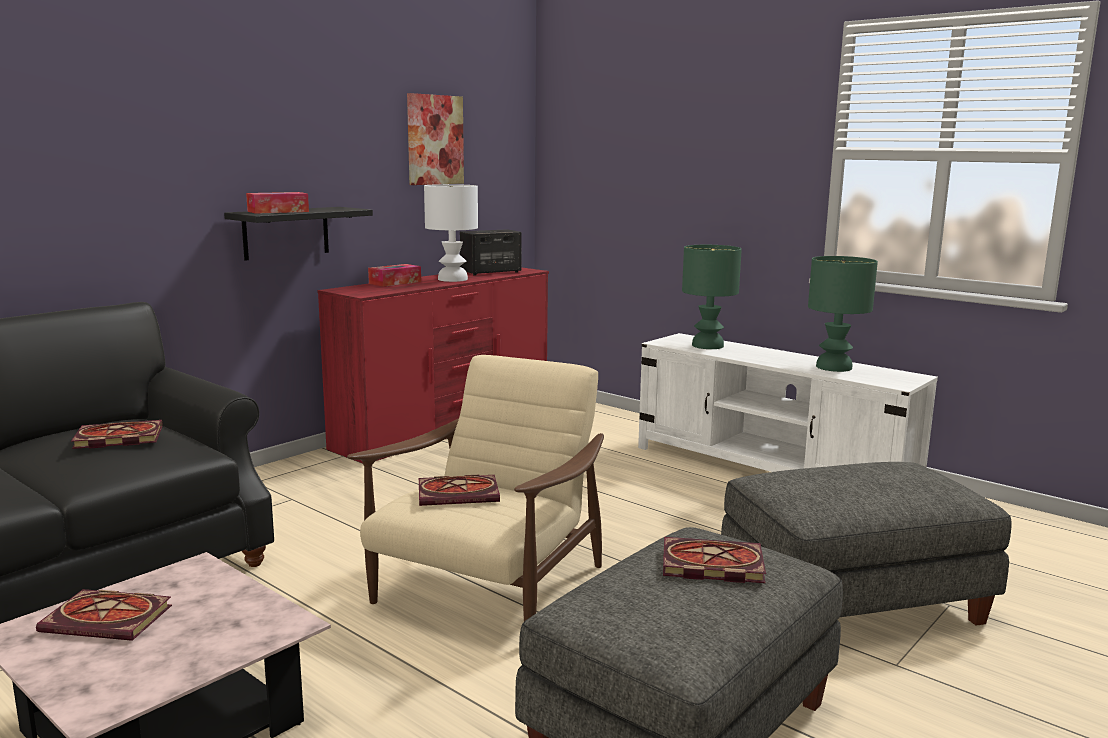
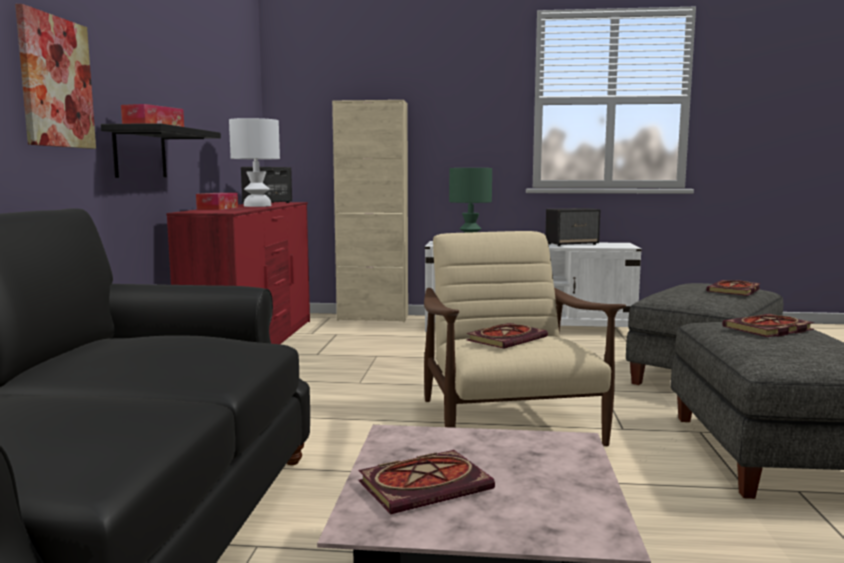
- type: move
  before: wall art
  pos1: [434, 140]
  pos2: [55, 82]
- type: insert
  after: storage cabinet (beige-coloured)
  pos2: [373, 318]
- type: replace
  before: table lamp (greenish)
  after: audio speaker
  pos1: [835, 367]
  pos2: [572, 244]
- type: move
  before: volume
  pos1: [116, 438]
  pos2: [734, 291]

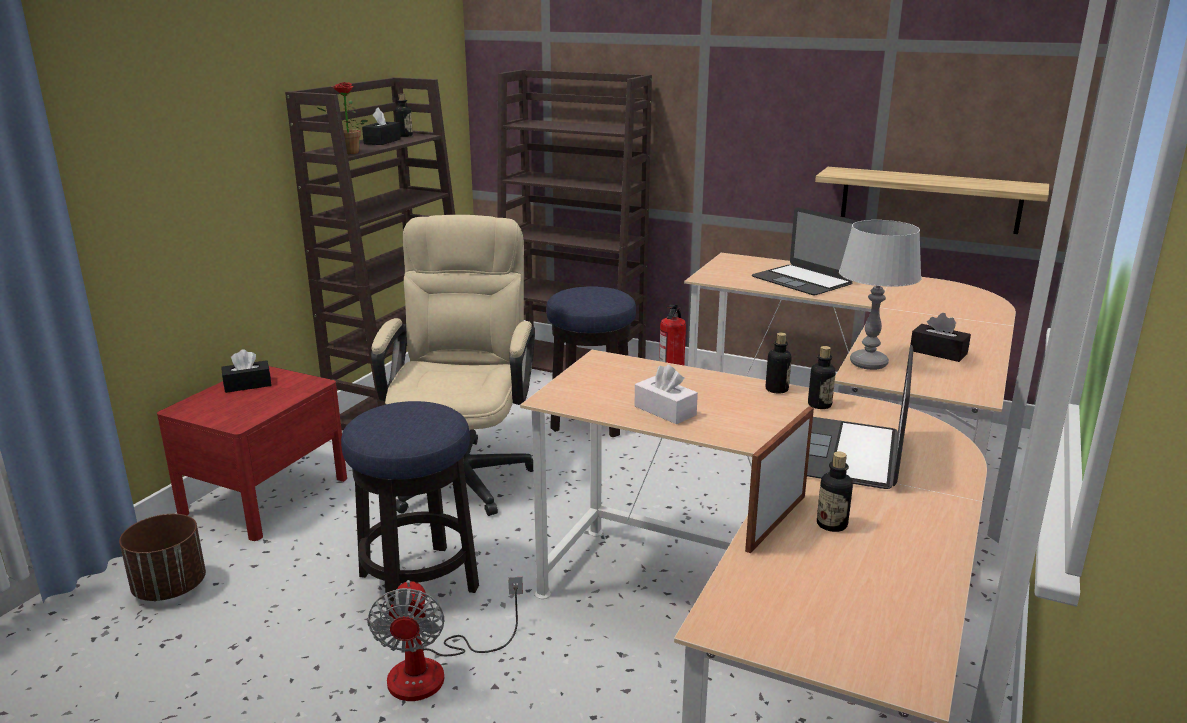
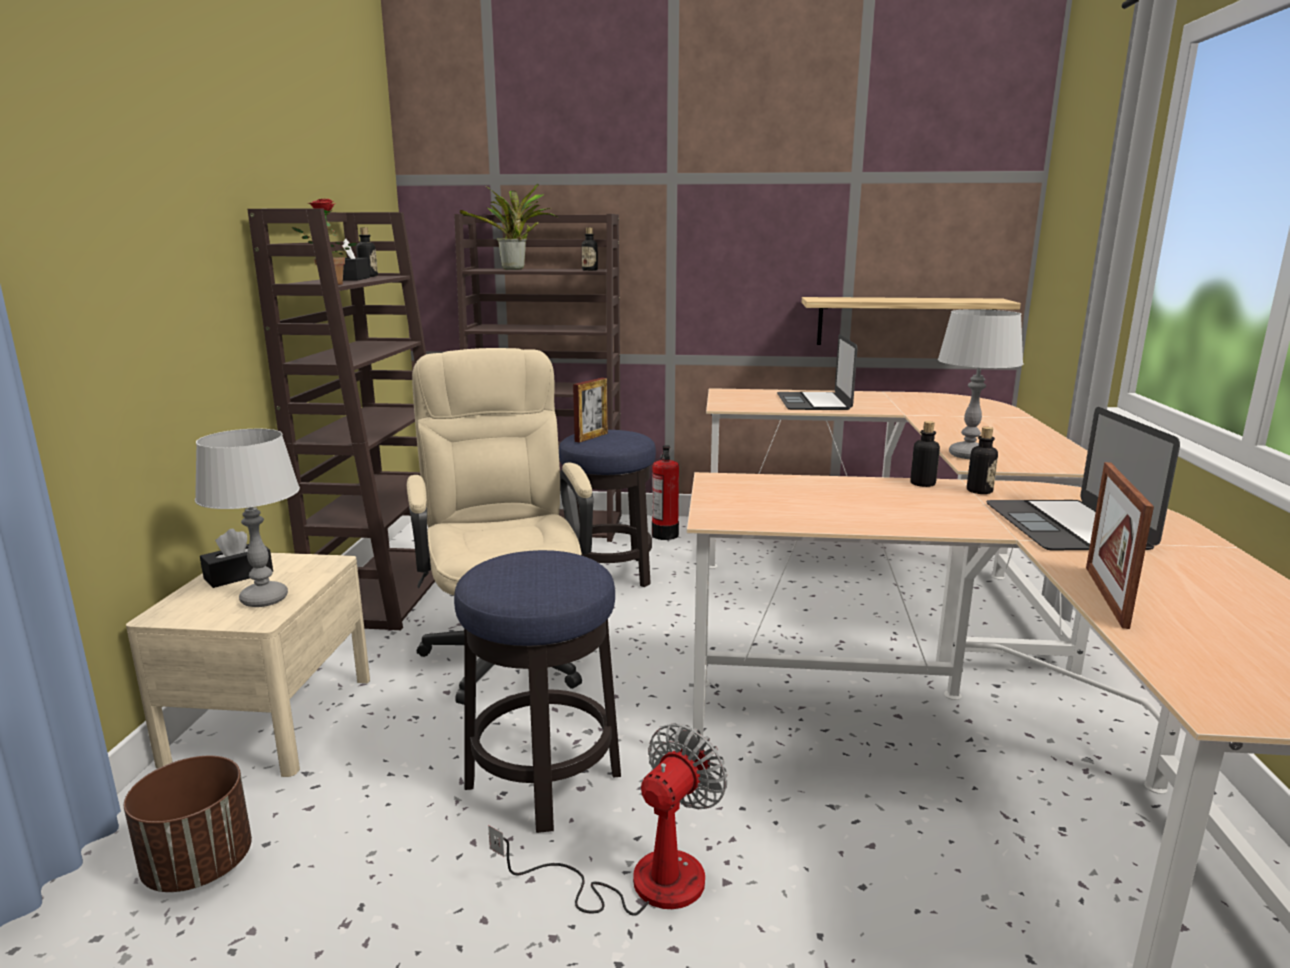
- type: recolor
  before: nightstand (red)
  after: nightstand (beige-coloured)
  pos1: [265, 496]
  pos2: [272, 719]
- type: insert
  after: table lamp (greyish)
  pos2: [265, 599]
- type: insert
  after: houseplant
  pos2: [515, 269]
- type: rotate
  before: cooling fan
  pos1: [435, 670]
  pos2: [640, 881]
  turn: -120
- type: insert
  after: picture frame
  pos2: [591, 437]
- type: move
  before: beverage bottle
  pos1: [831, 524]
  pos2: [590, 270]
- type: rotate
  before: laptop
  pos1: [802, 280]
  pos2: [813, 402]
  turn: 60
- type: delete
  before: tissue box (white)
  pos1: [665, 410]
- type: delete
  before: tissue box (blackish)
  pos1: [938, 352]

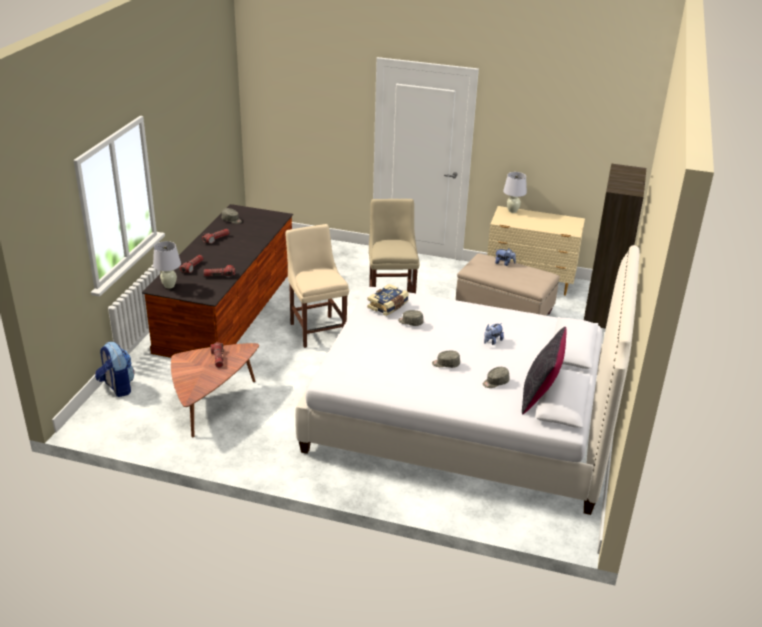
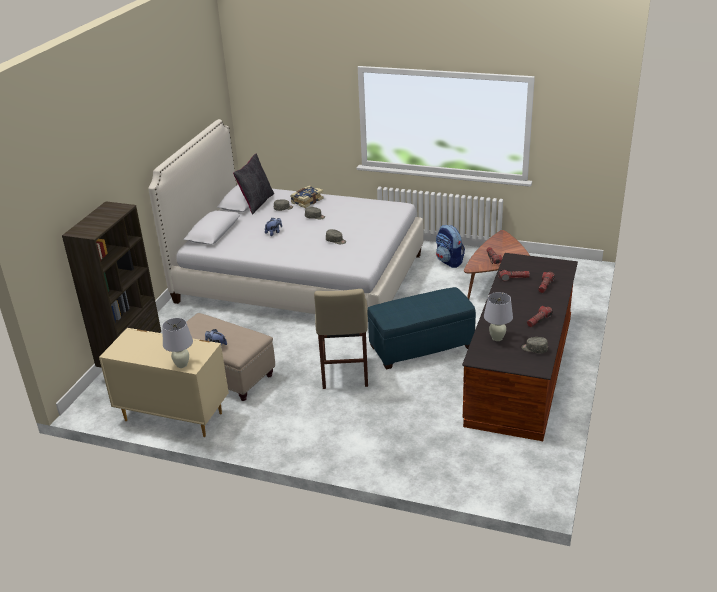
- type: move
  before: volume
  pos1: [388, 306]
  pos2: [306, 201]
- type: replace
  before: plain chair (beige-coloured)
  after: footrest (bluish)
  pos1: [317, 329]
  pos2: [421, 347]
- type: move
  before: rucksack
  pos1: [117, 387]
  pos2: [449, 261]
- type: move
  before: table lamp (white)
  pos1: [169, 286]
  pos2: [497, 338]

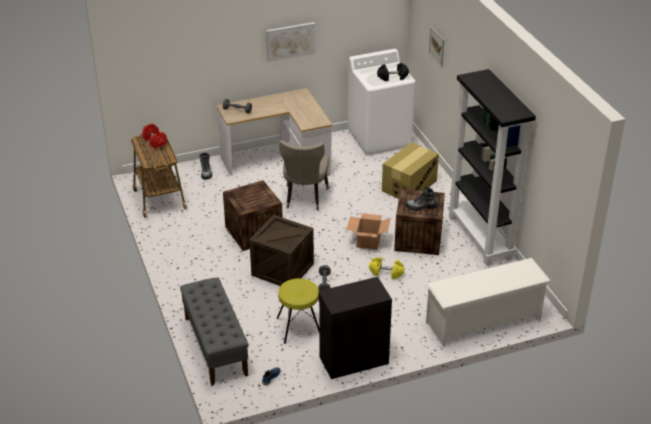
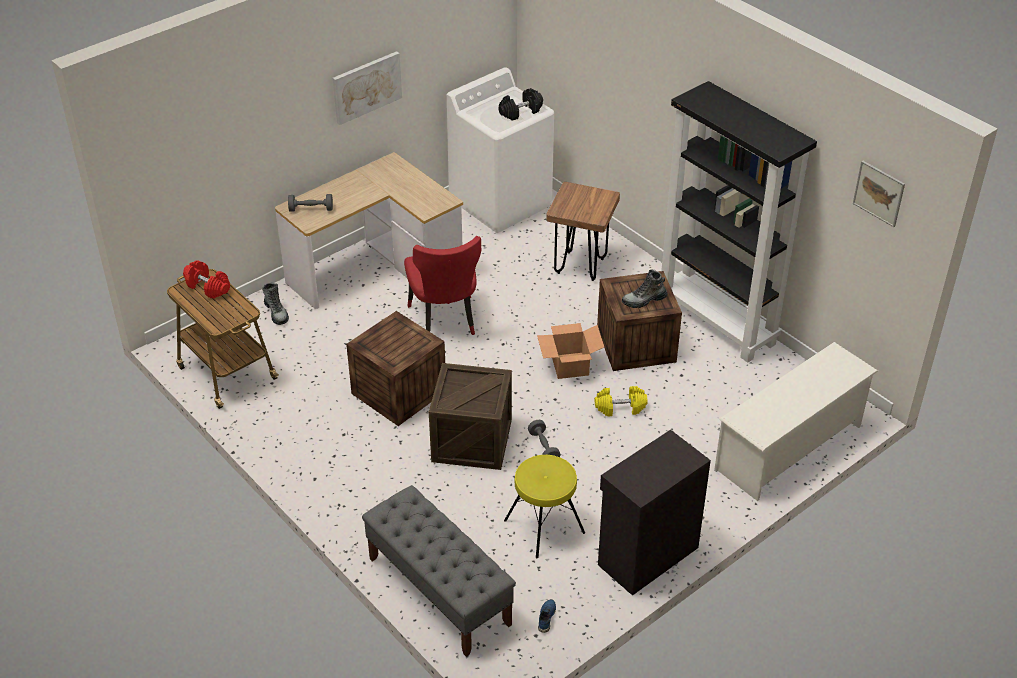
- type: recolor
  before: plain chair (beige-coloured)
  after: plain chair (red)
  pos1: [304, 199]
  pos2: [445, 321]
- type: replace
  before: packing box
  after: stool (brown)
  pos1: [409, 185]
  pos2: [580, 266]
- type: move
  before: wall art
  pos1: [437, 46]
  pos2: [879, 193]

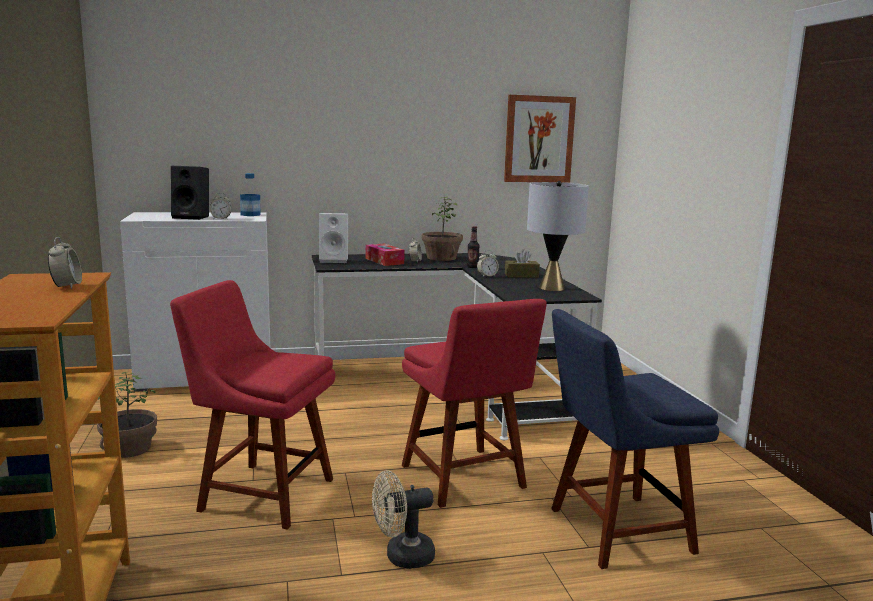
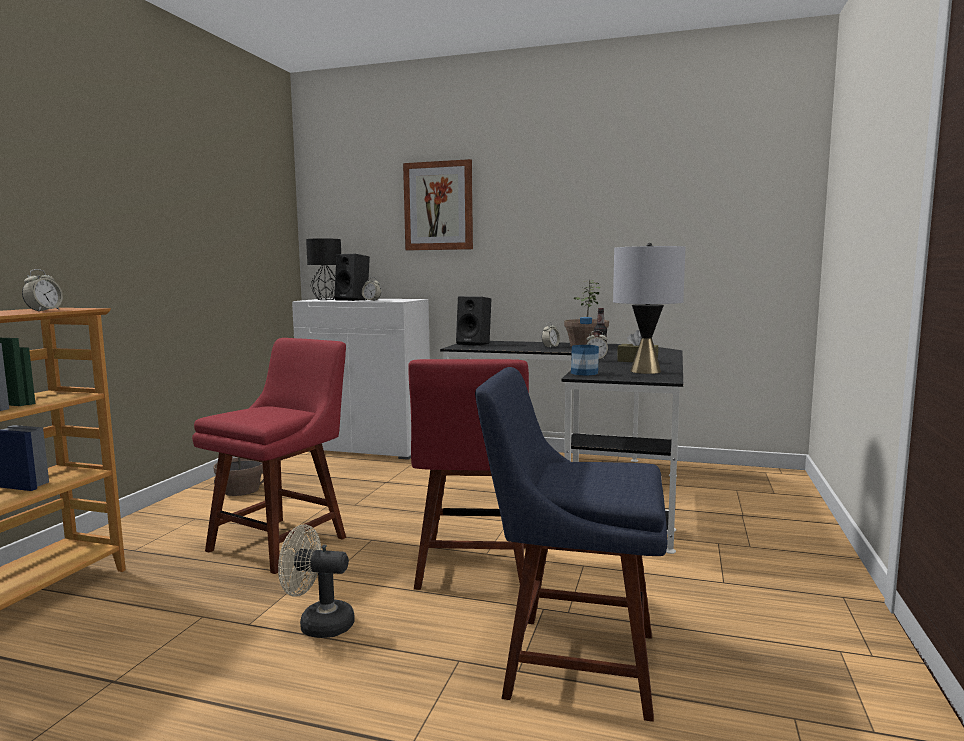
- type: rotate
  before: plain chair (red)
  pos1: [261, 493]
  pos2: [282, 541]
  turn: 75
- type: insert
  after: table lamp (blackish)
  pos2: [325, 299]
- type: move
  before: wall art
  pos1: [539, 139]
  pos2: [438, 206]
- type: recolor
  before: audio speaker (white)
  after: audio speaker (blackish)
  pos1: [334, 260]
  pos2: [475, 344]
- type: move
  before: beverage bottle
  pos1: [250, 215]
  pos2: [584, 373]
- type: delete
  before: tissue box
  pos1: [384, 261]

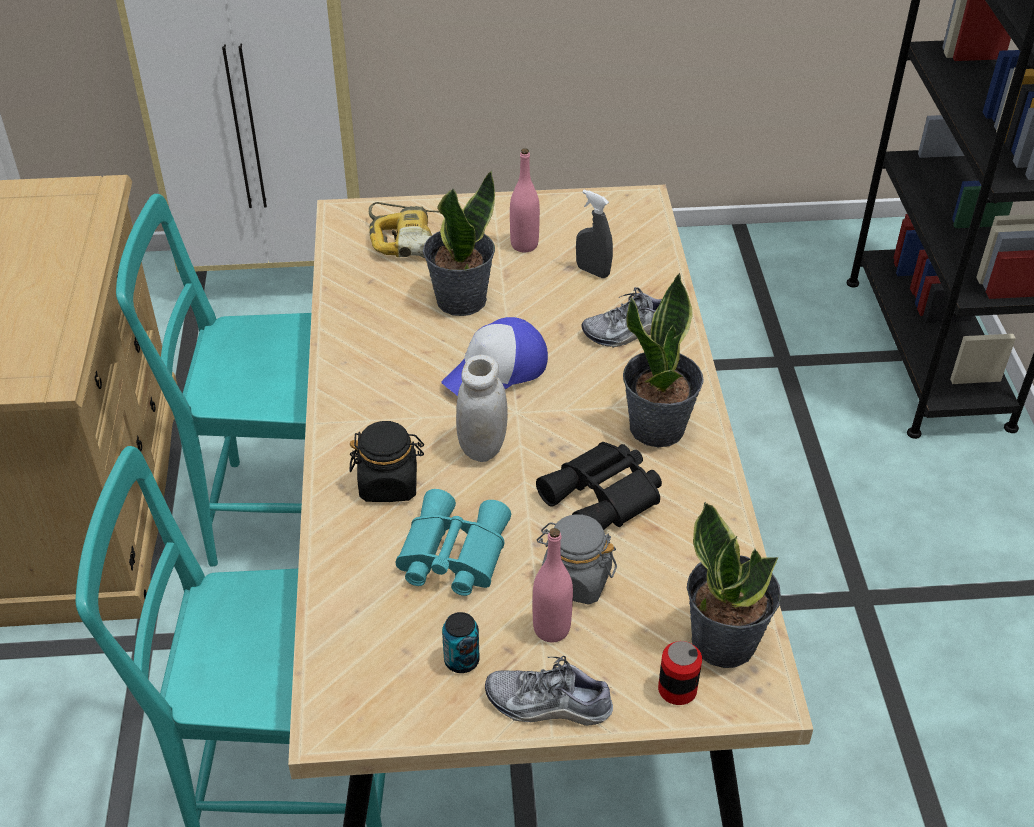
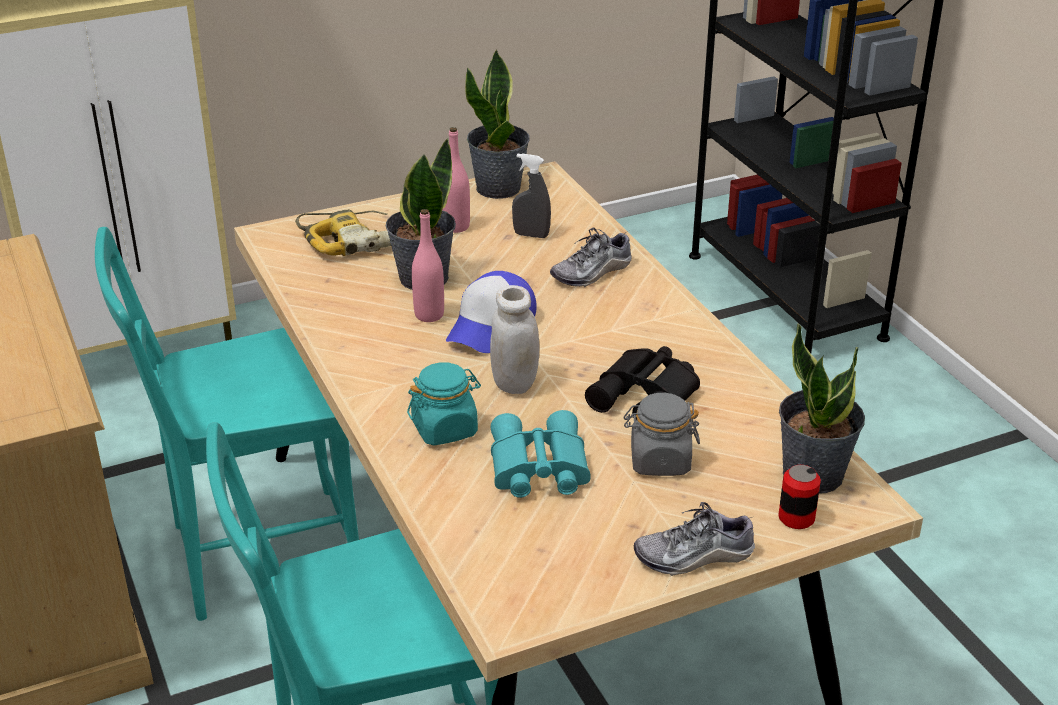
- type: recolor
  before: storage jar (blackish)
  after: storage jar (turquoise)
  pos1: [389, 484]
  pos2: [445, 429]
- type: move
  before: beverage bottle (pink)
  pos1: [551, 629]
  pos2: [429, 315]
- type: move
  before: houseplant
  pos1: [658, 428]
  pos2: [499, 188]
- type: delete
  before: sealed can
  pos1: [461, 660]

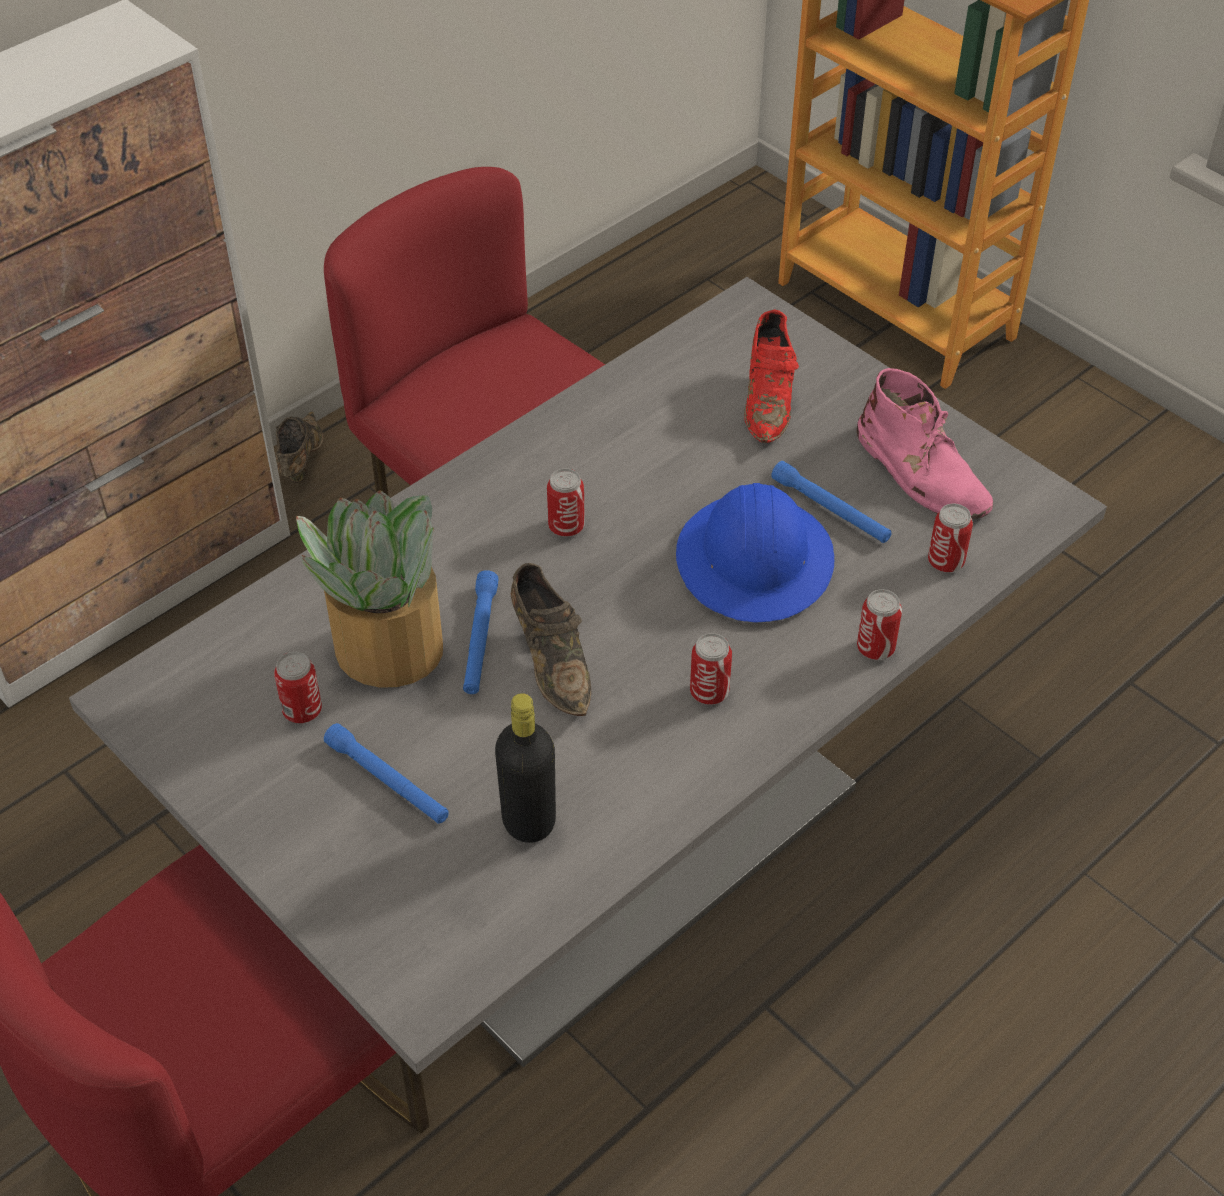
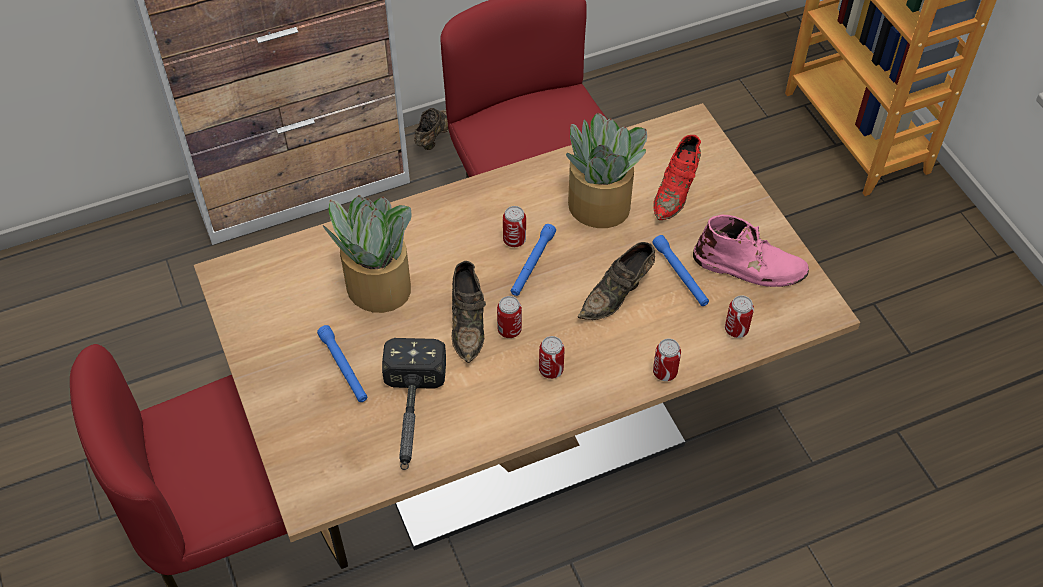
- type: recolor
  before: dinner table (greyish)
  after: dinner table (brown)
  pos1: [611, 843]
  pos2: [521, 432]
- type: replace
  before: beverage bottle (blackish)
  after: tool hammer
  pos1: [529, 821]
  pos2: [411, 416]
- type: move
  before: sealed can
  pos1: [302, 711]
  pos2: [509, 330]
- type: move
  before: flashlight (bluish)
  pos1: [480, 639]
  pos2: [532, 264]
- type: insert
  after: houseplant
  pos2: [600, 207]
- type: replace
  before: safety helmet (bluish)
  after: low shoe (brown)
  pos1: [755, 560]
  pos2: [618, 294]
- type: rotate
  before: tall boot (pink)
  pos1: [921, 472]
  pos2: [750, 266]
  turn: -60

